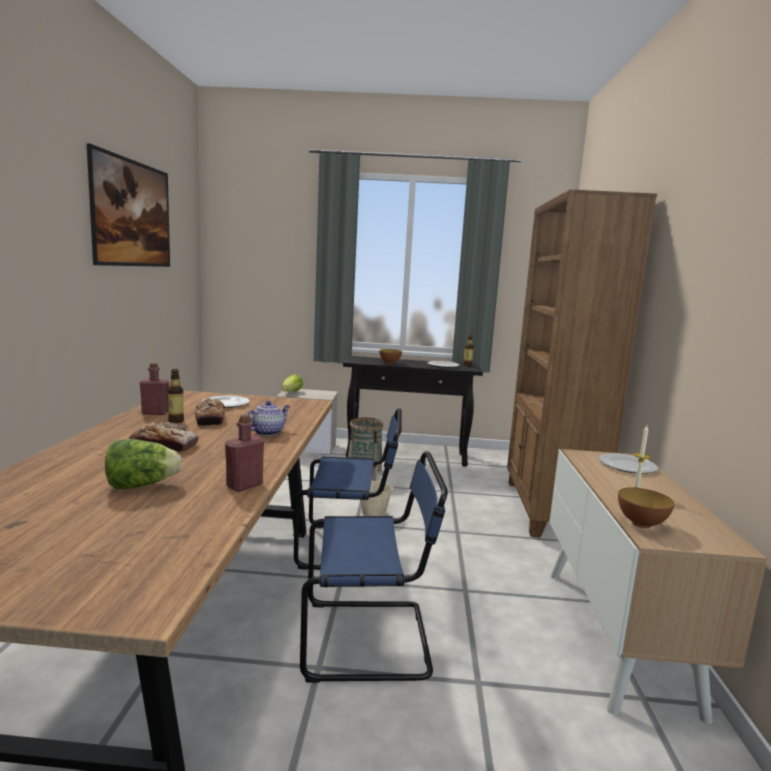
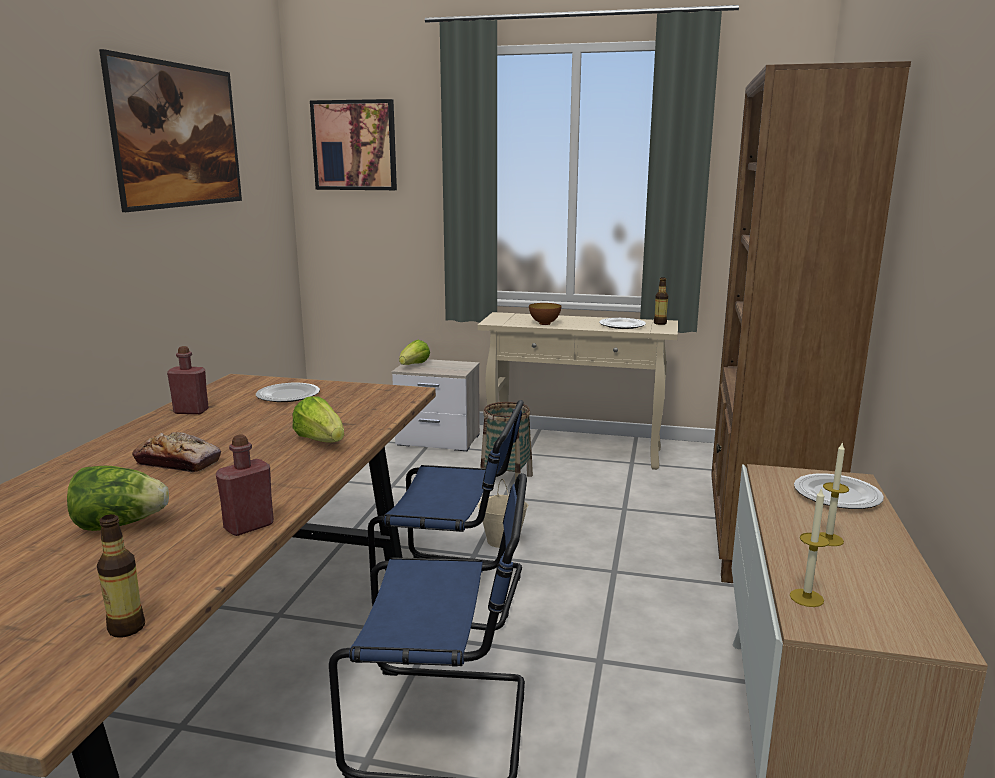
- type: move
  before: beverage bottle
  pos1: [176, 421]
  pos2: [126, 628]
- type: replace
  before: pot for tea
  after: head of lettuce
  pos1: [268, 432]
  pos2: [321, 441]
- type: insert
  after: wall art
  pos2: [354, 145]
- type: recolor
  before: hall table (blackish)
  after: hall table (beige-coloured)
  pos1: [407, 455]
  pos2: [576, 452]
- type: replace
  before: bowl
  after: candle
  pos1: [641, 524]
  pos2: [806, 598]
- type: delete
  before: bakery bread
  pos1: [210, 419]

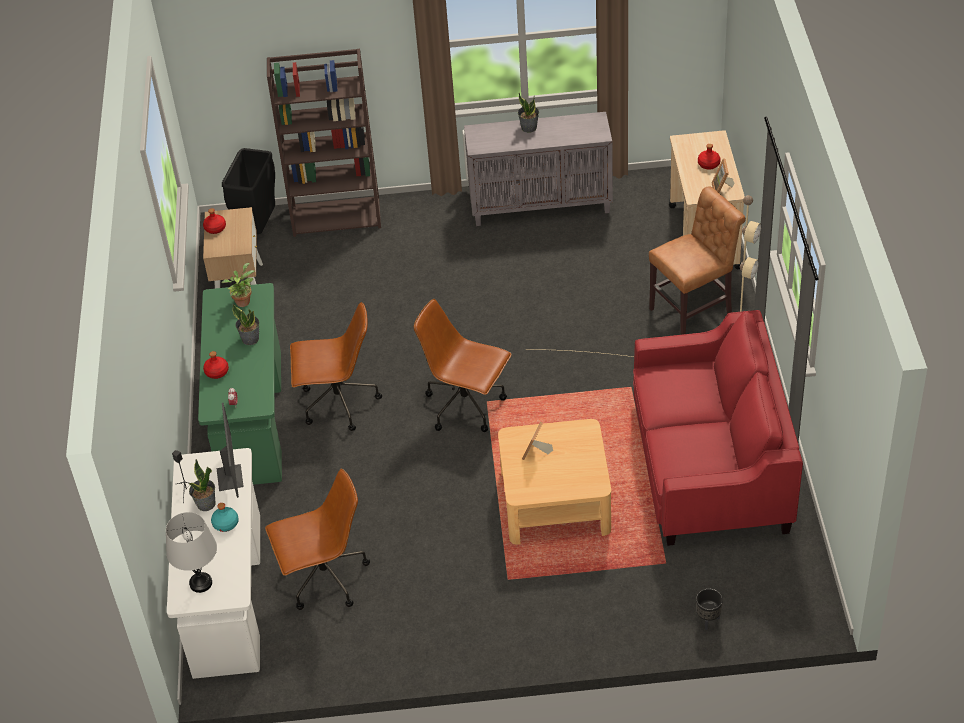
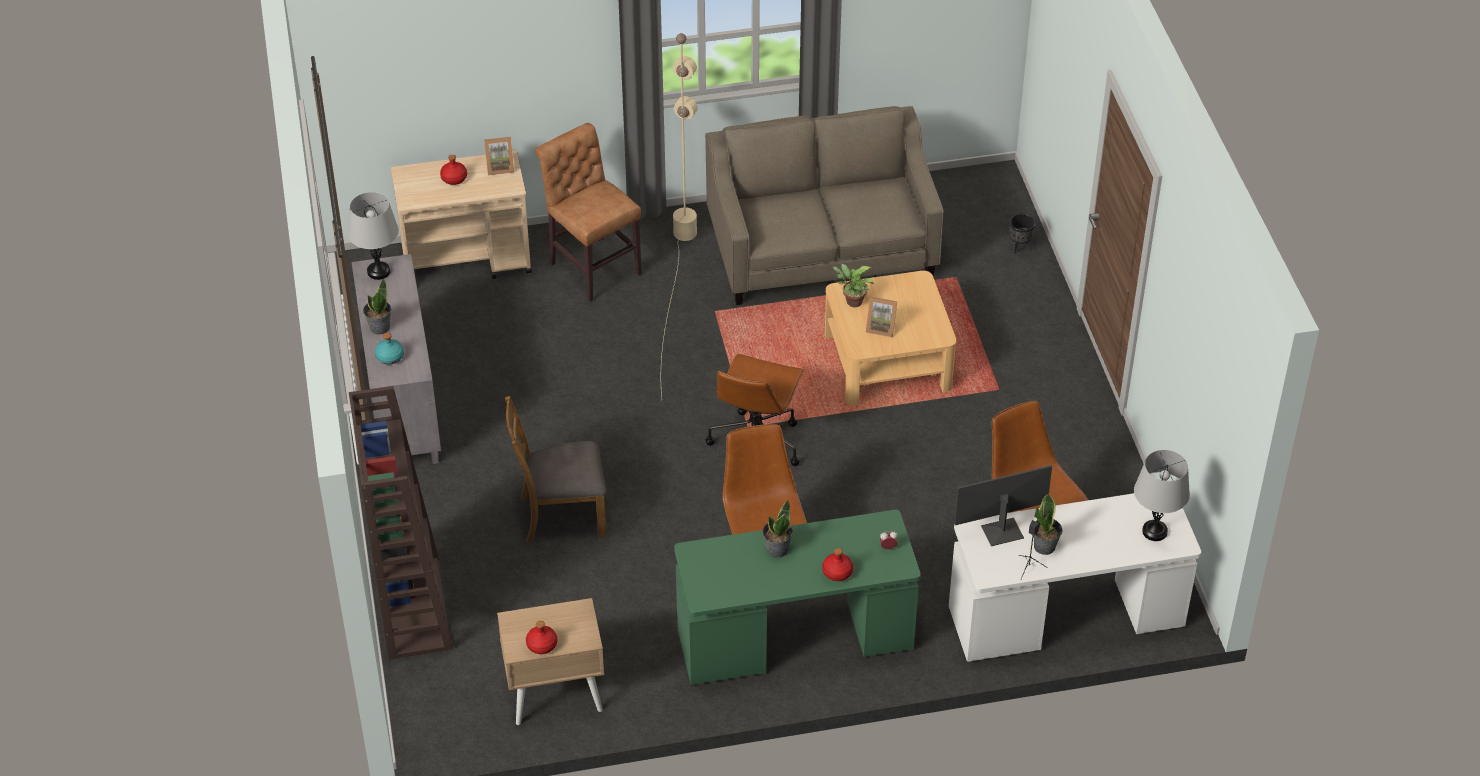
- type: insert
  after: table lamp (greyish)
  pos2: [378, 271]
- type: move
  before: beverage bottle (turquoise)
  pos1: [225, 524]
  pos2: [390, 357]
- type: insert
  after: plain chair (brown)
  pos2: [561, 515]
- type: recolor
  before: couch (red)
  after: couch (beige-coloured)
  pos1: [710, 465]
  pos2: [822, 249]
- type: move
  before: houseplant
  pos1: [243, 301]
  pos2: [852, 302]
- type: delete
  before: waste bin (blackish)
  pos1: [257, 227]

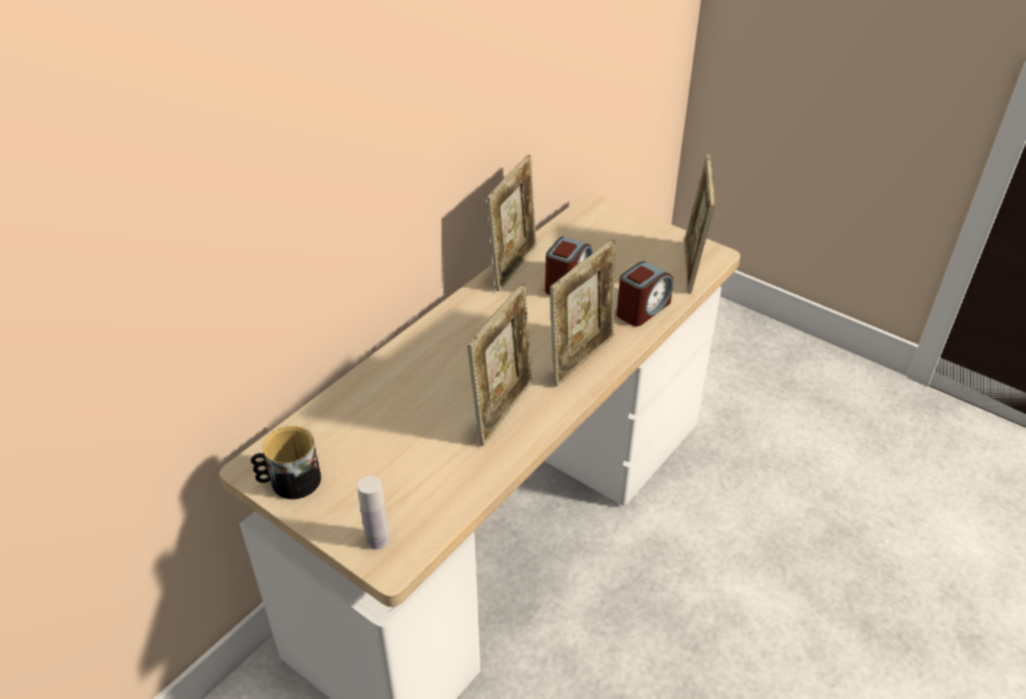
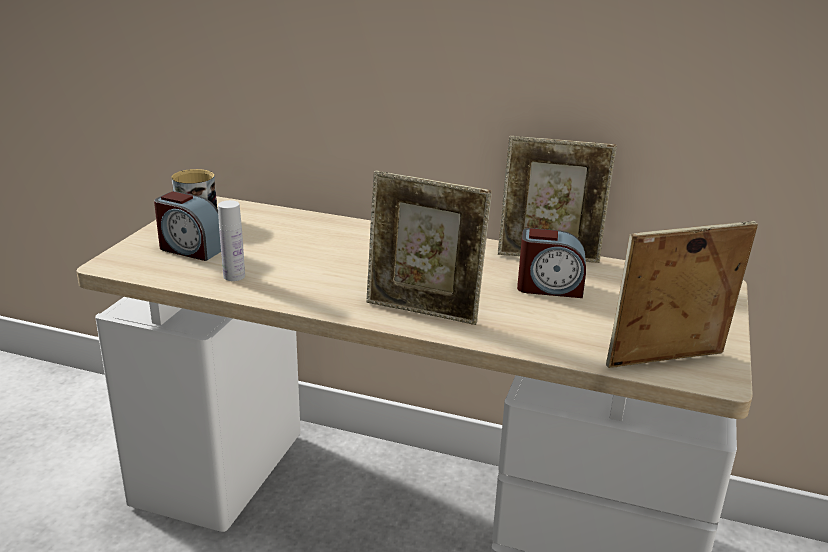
- type: move
  before: alarm clock
  pos1: [642, 309]
  pos2: [190, 249]
- type: move
  before: beverage bottle (white)
  pos1: [377, 540]
  pos2: [234, 276]
- type: delete
  before: picture frame
  pos1: [503, 410]

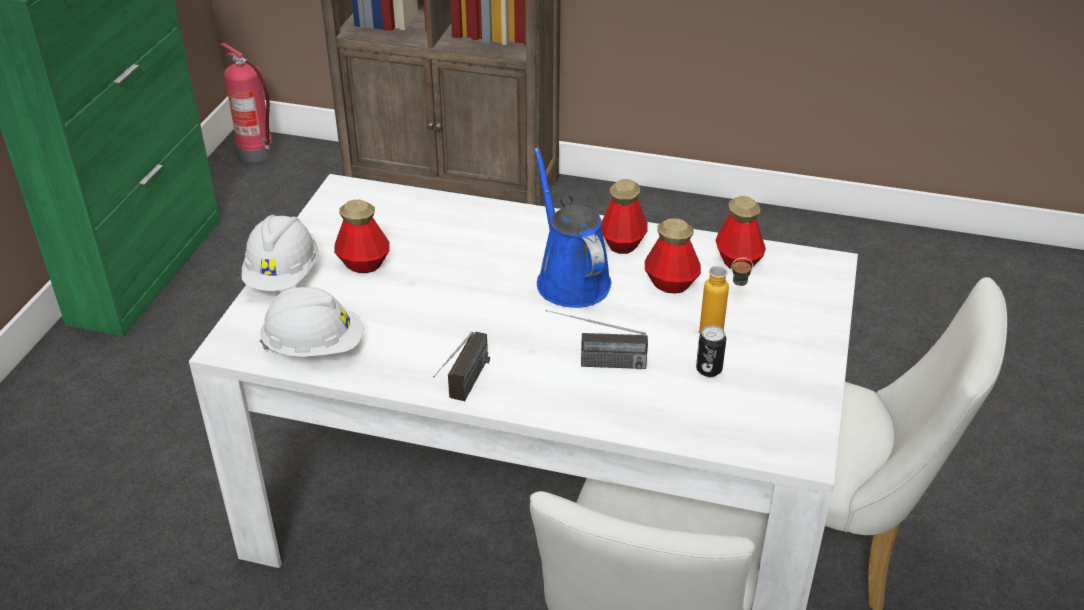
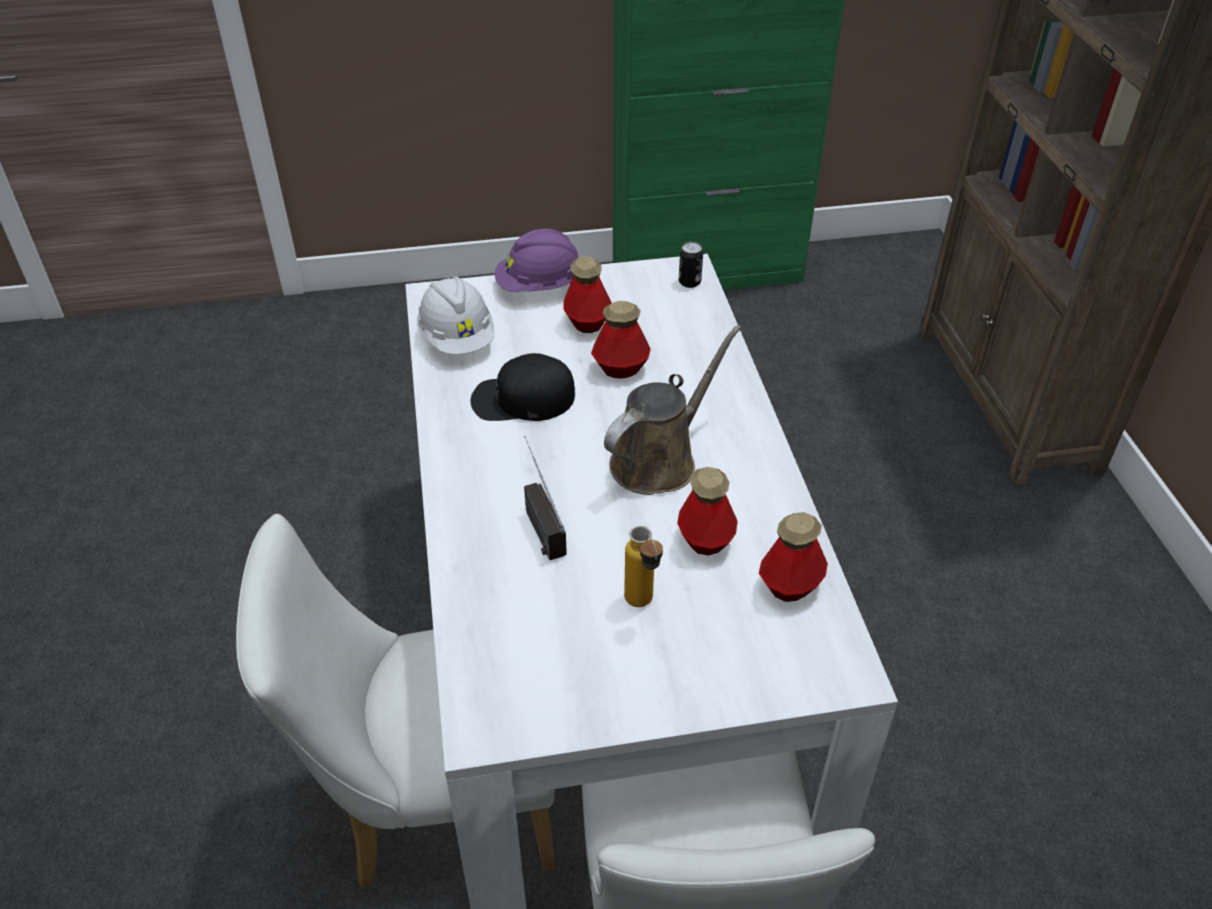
- type: insert
  after: peaked cap (blackish)
  pos2: [522, 399]
- type: recolor
  before: safety helmet (white)
  after: safety helmet (purplish)
  pos1: [283, 276]
  pos2: [540, 286]
- type: move
  before: beverage bottle
  pos1: [623, 244]
  pos2: [620, 368]
- type: recolor
  before: watering pot (bluish)
  after: watering pot (brown)
  pos1: [570, 279]
  pos2: [659, 460]
- type: move
  before: sealed can
  pos1: [709, 369]
  pos2: [689, 282]
- type: delete
  before: fire extinguisher
  pos1: [258, 153]
- type: delete
  before: radio receiver
  pos1: [464, 390]

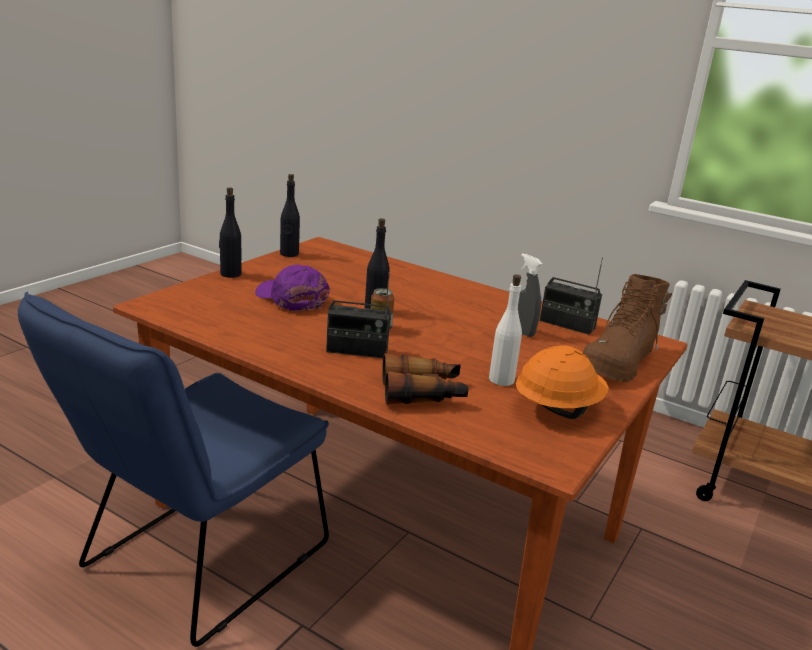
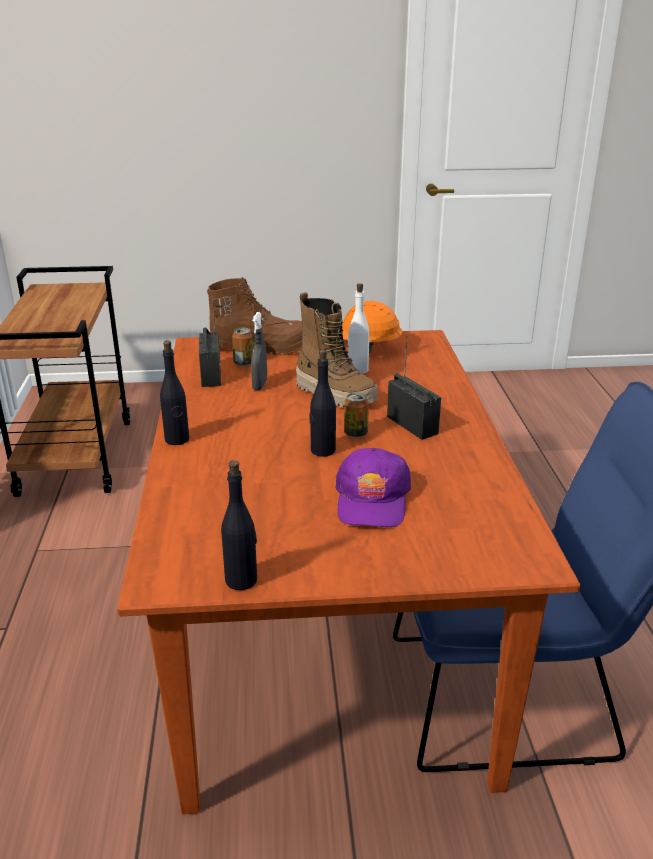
- type: move
  before: beverage bottle (blackish)
  pos1: [230, 274]
  pos2: [177, 439]
- type: insert
  after: sealed can
  pos2: [243, 363]
- type: insert
  after: tall boot
  pos2: [335, 394]
- type: delete
  before: pair of binoculars
  pos1: [423, 393]

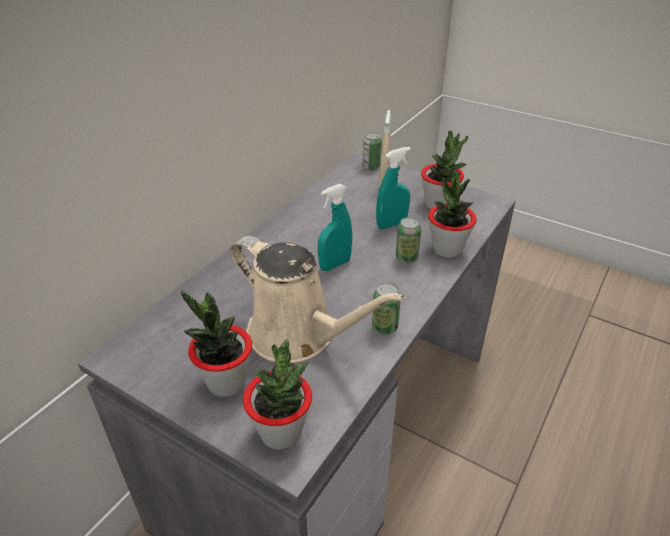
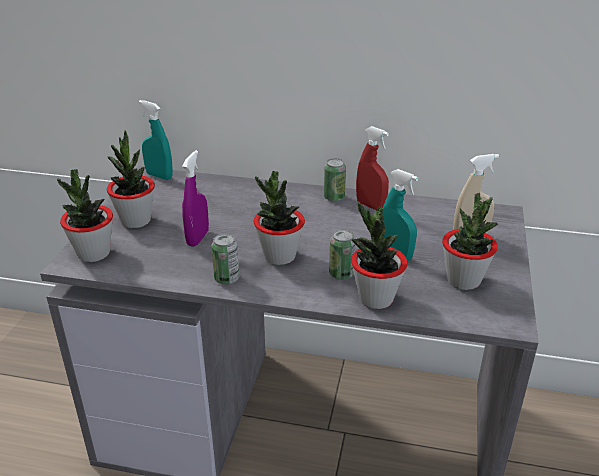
- type: move
  before: spray bottle (turquoise)
  pos1: [335, 265]
  pos2: [159, 176]
- type: replace
  before: watering pot (beige-coloured)
  after: spray bottle (purplish)
  pos1: [298, 335]
  pos2: [197, 238]
- type: insert
  after: houseplant
  pos2: [279, 256]
- type: move
  before: sealed can
  pos1: [371, 167]
  pos2: [334, 197]
- type: insert
  after: spray bottle (red)
  pos2: [370, 206]

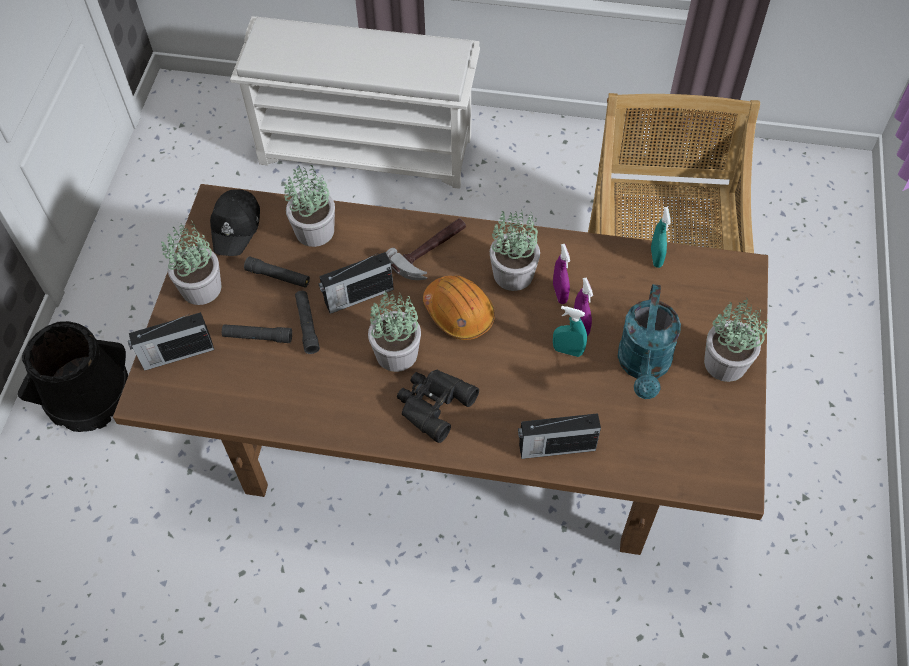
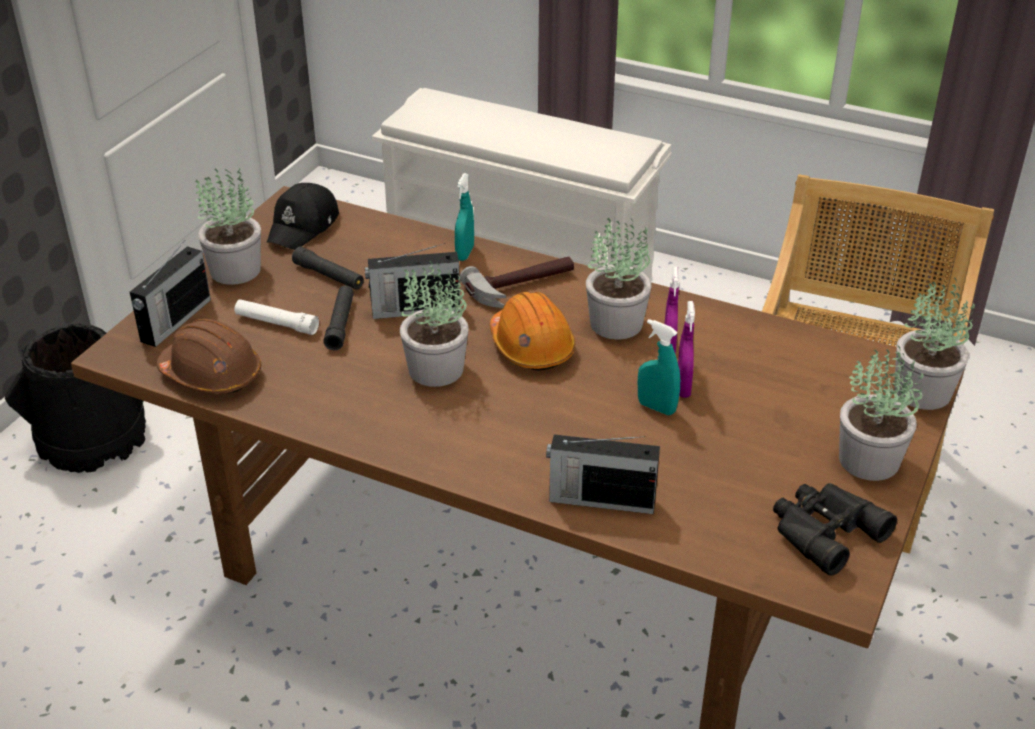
- type: rotate
  before: radio receiver
  pos1: [176, 354]
  pos2: [174, 321]
  turn: -60
- type: insert
  after: safety helmet (brown)
  pos2: [212, 374]
- type: recolor
  before: flashlight (blackish)
  after: flashlight (white)
  pos1: [257, 337]
  pos2: [276, 323]
- type: move
  before: spray bottle (turquoise)
  pos1: [656, 257]
  pos2: [465, 253]
- type: move
  before: pair of binoculars (blackish)
  pos1: [432, 404]
  pos2: [823, 530]
- type: move
  before: houseplant
  pos1: [314, 230]
  pos2: [921, 390]
- type: delete
  before: watering pot (turquoise)
  pos1: [644, 366]

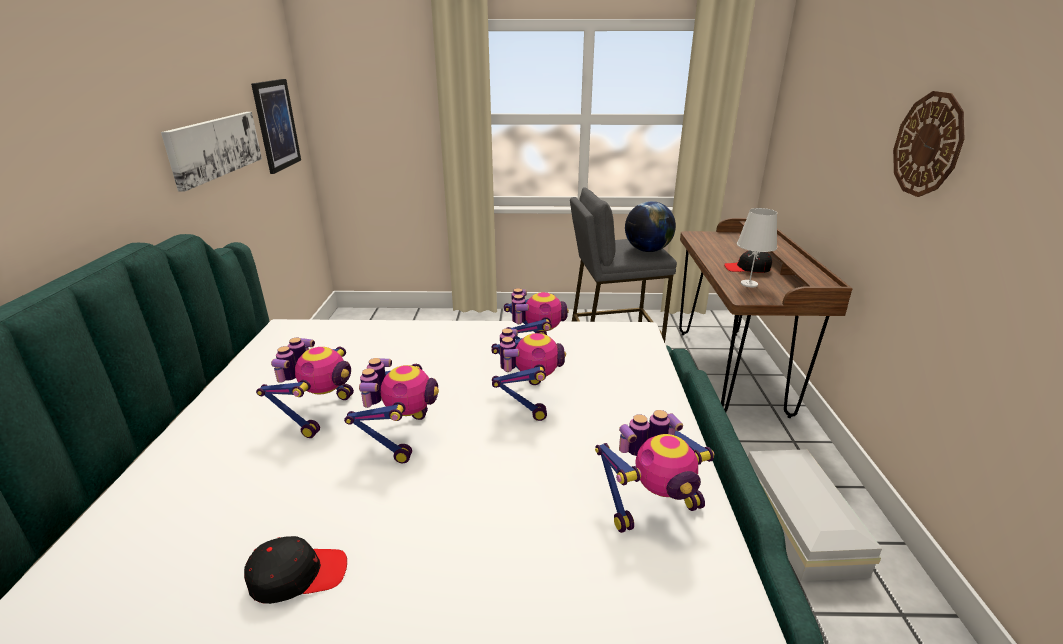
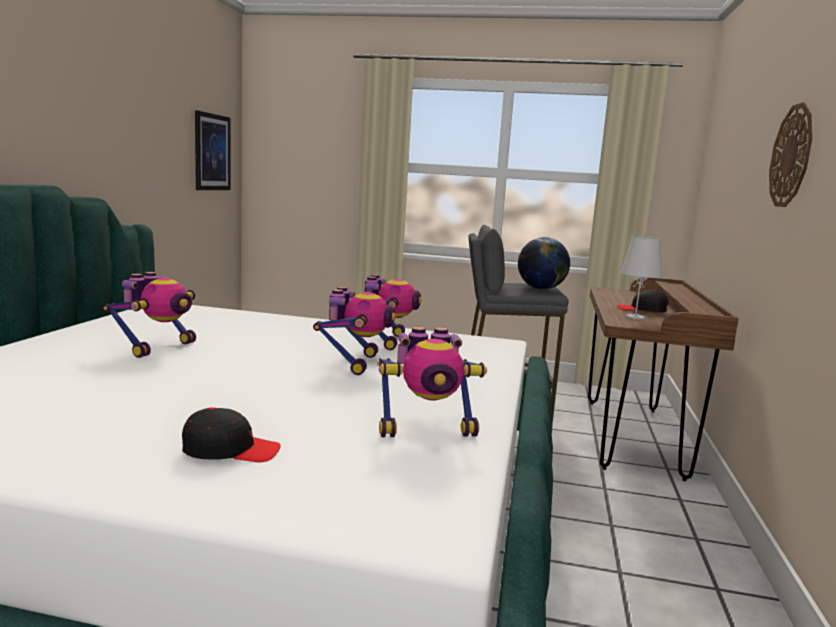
- type: move
  before: peaked cap (blackish)
  pos1: [298, 575]
  pos2: [230, 450]
- type: delete
  before: wall art
  pos1: [215, 147]
- type: delete
  before: model robot
  pos1: [401, 436]
- type: delete
  before: storage box (white)
  pos1: [799, 524]

